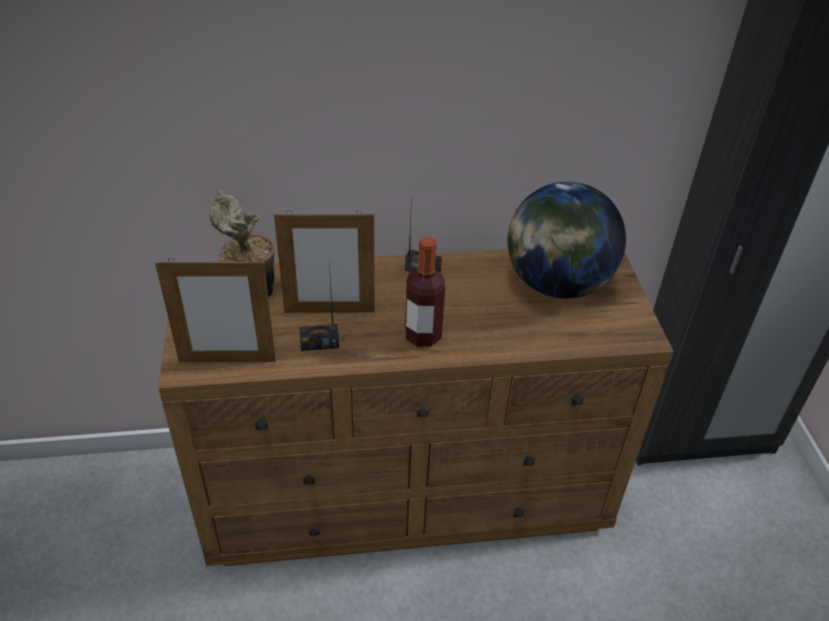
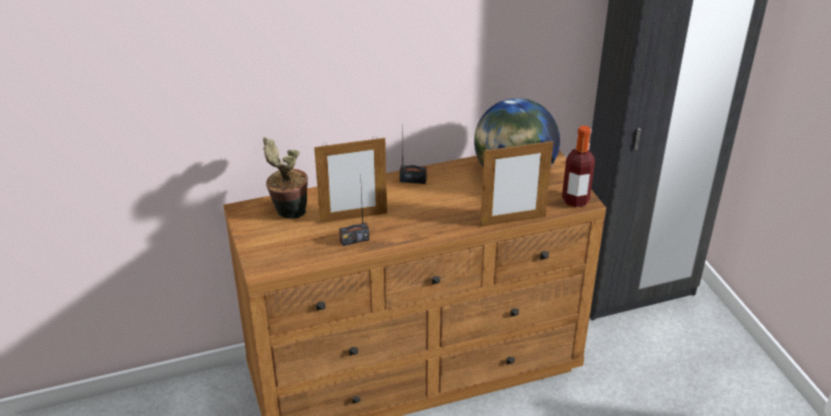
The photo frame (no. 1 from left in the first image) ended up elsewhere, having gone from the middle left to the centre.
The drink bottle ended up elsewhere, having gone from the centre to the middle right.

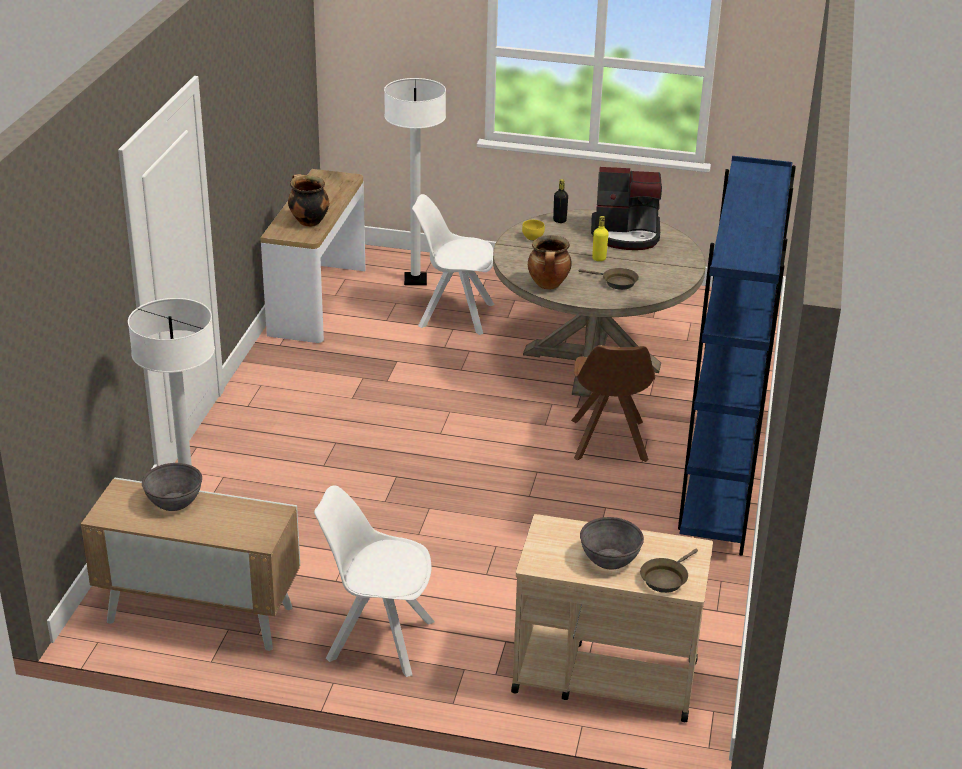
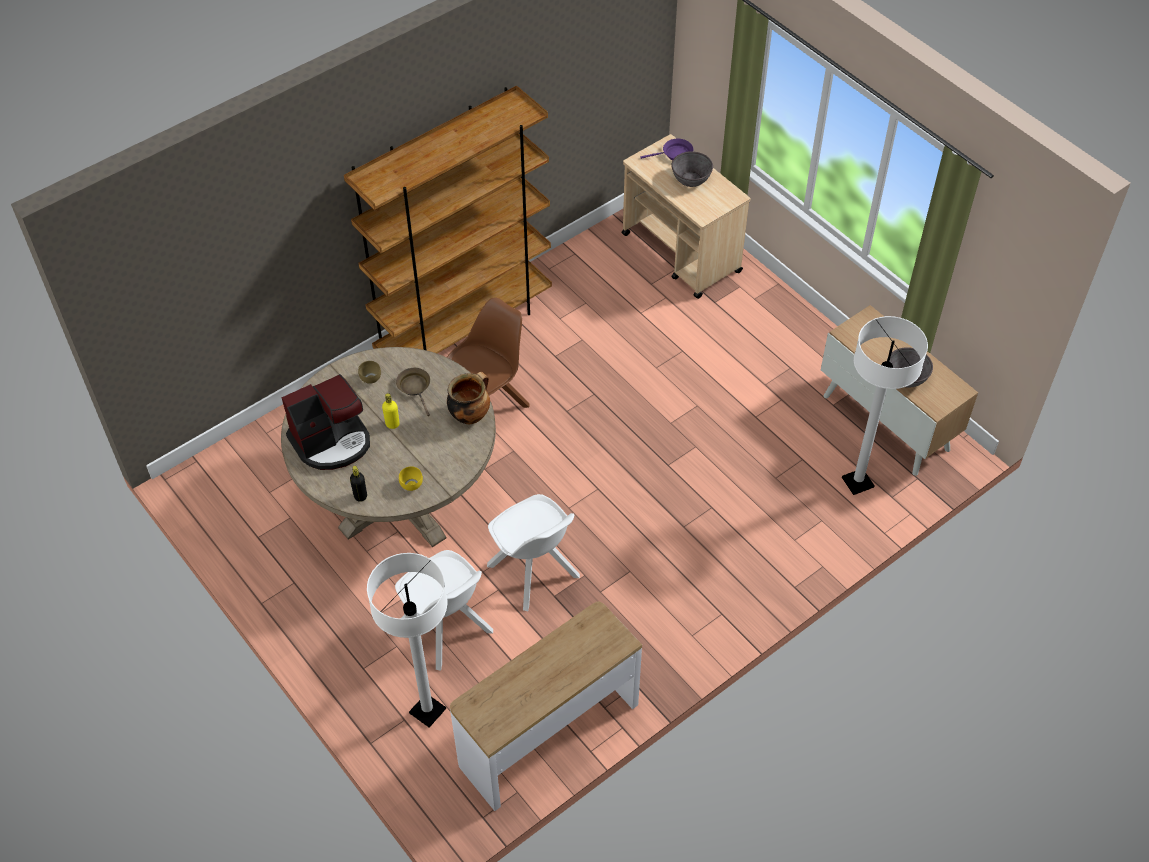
The second view lost the cooking pot (no. 1 from left) at the top left.
The second view gained the brownish deep dish at the middle left.
The whitish chair (no. 1 from left in the first image) ended up elsewhere, having gone from the bottom centre to the centre.
What was the brownish skillet (no. 2 from left) at the bottom right turned into the purple-coloured skillet at the top centre.
What was the bluish bookcase at the middle right turned into the brownish bookcase at the top centre.
The coffee maker at the top centre ended up facing another way, 105 degrees clockwise from before.

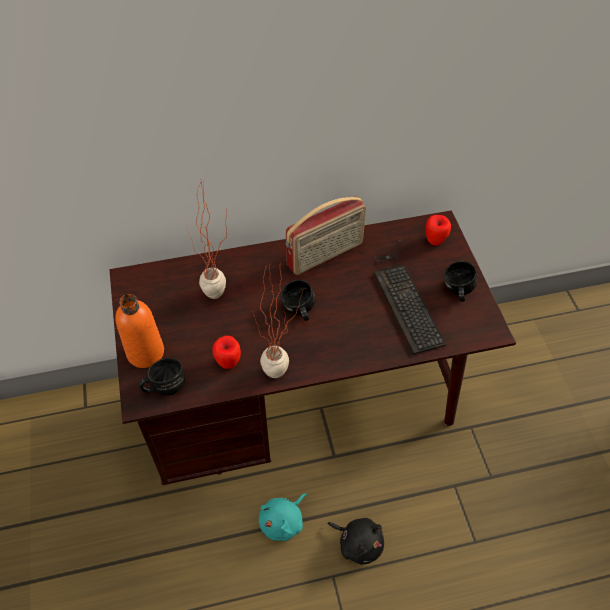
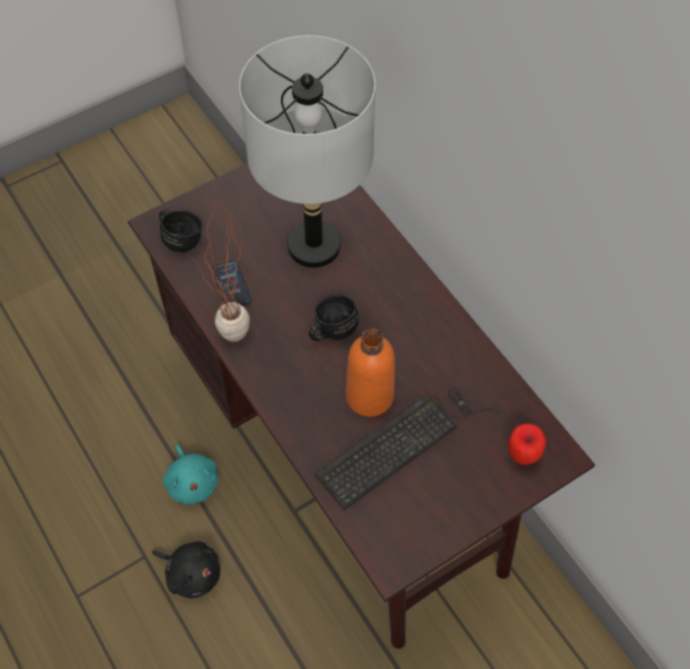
The second view lost the radio receiver at the centre.
The second view lost the blackish tea mug (no. 3 from left) at the middle right.
The orange-coloured drink bottle ended up elsewhere, having gone from the middle left to the centre.
Where the houseplant (no. 1 from left) stood at the centre, the greyish tabletop lamp came to stand at the top centre.
Where the whole apple (no. 1 from left) stood at the centre, the telephone came to stand at the centre.
The blue-green soft toy at the bottom centre ended up facing another way, 135 degrees counterclockwise from before.
The blackish soft toy at the bottom centre ended up facing another way, 75 degrees counterclockwise from before.

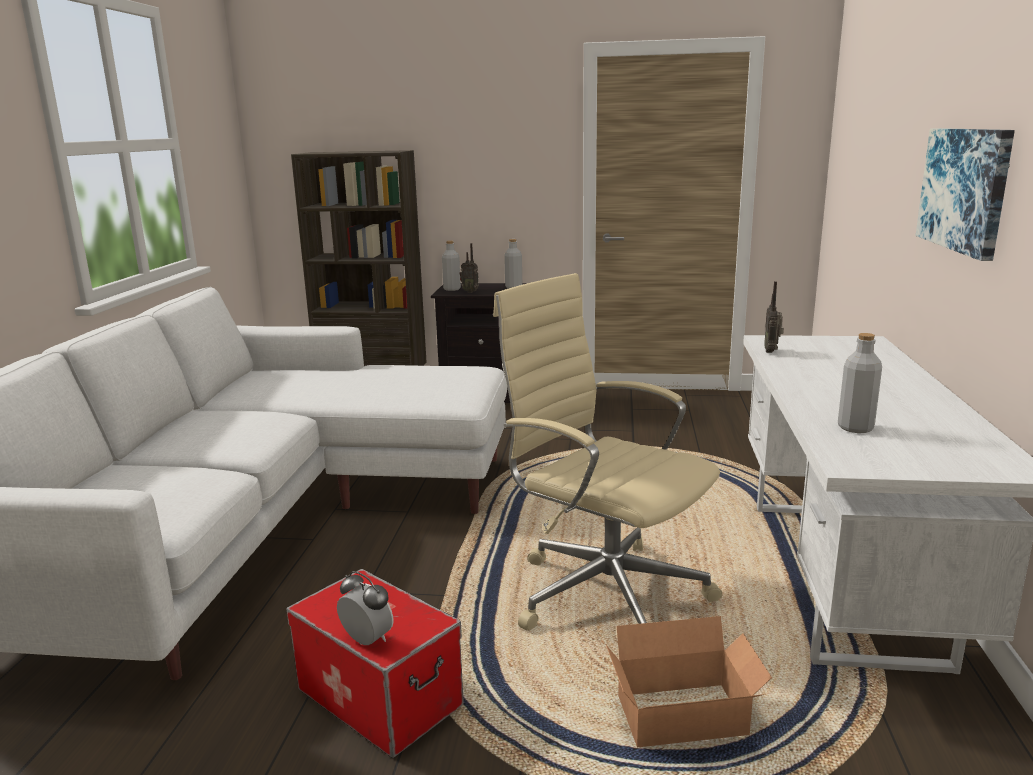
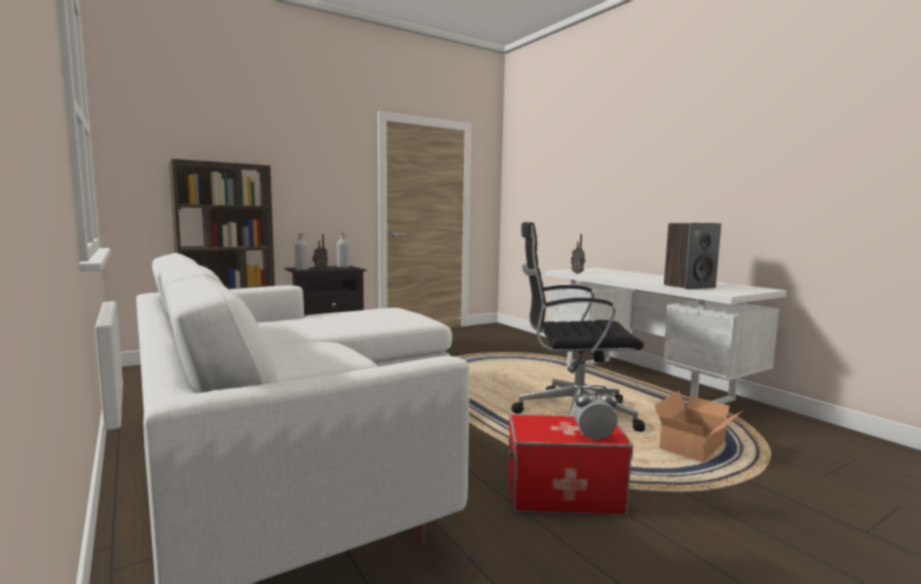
The second view lost the wall picture at the top right.
Where the greyish drink bottle (no. 3 from left) stood at the middle right, the audio speaker came to stand at the middle right.
What was the beige-coloured computer chair at the centre turned into the blackish computer chair at the centre.

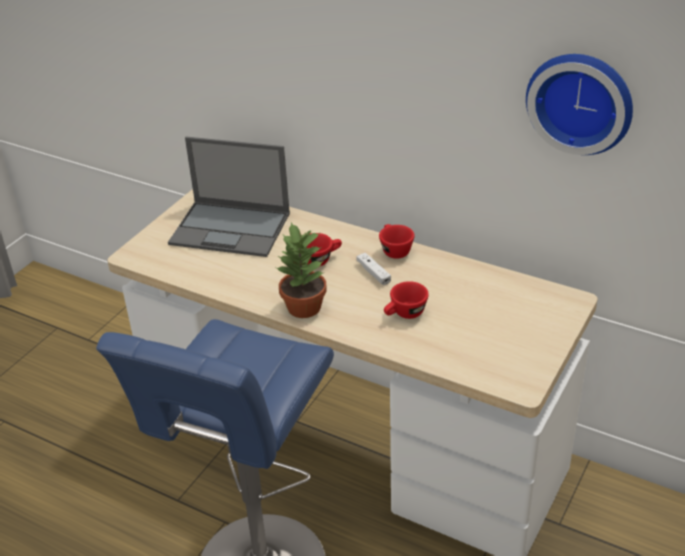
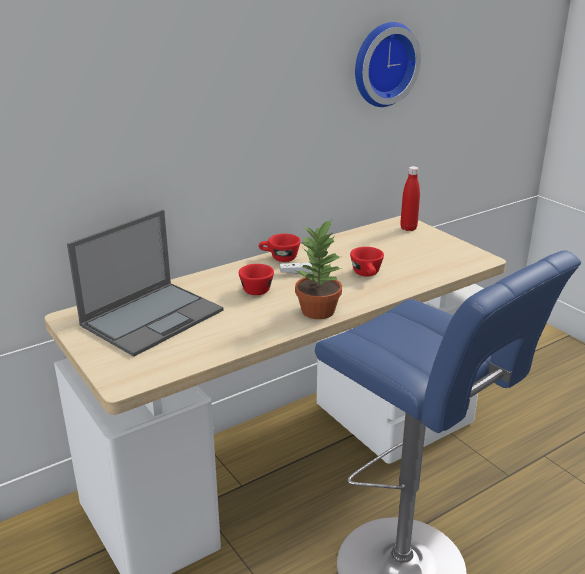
The second view gained the red drink bottle at the middle right.

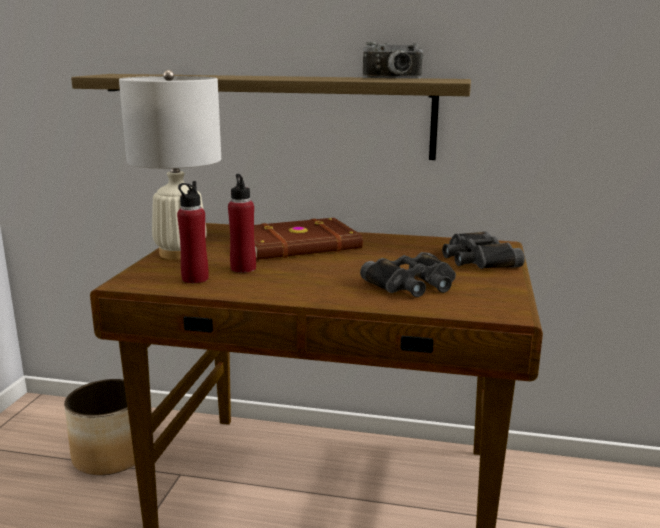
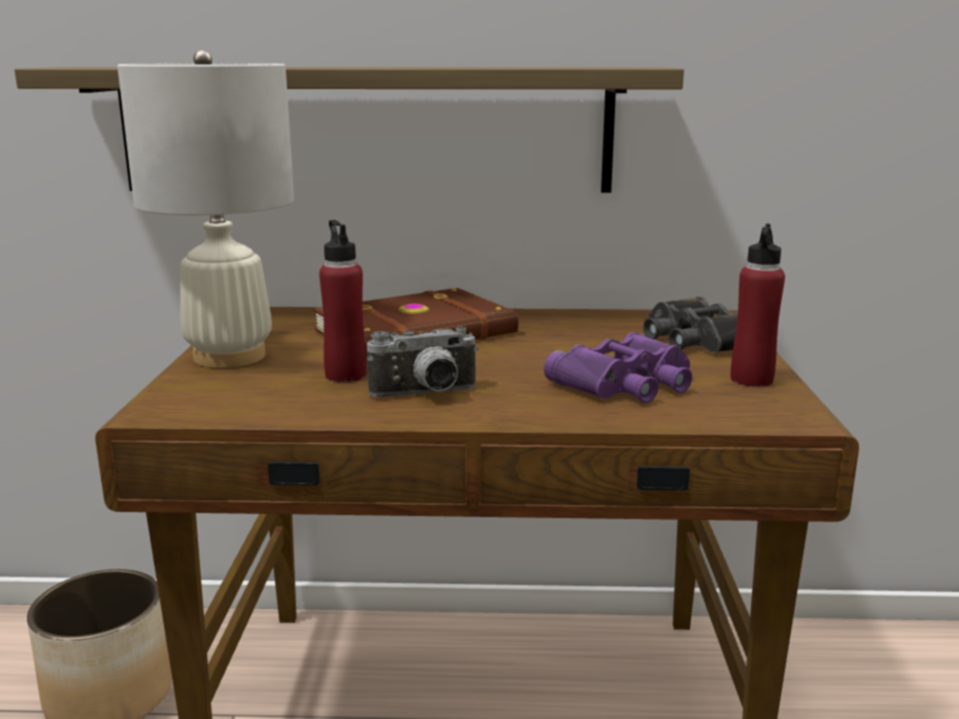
The red drink bottle (no. 1 from left in the first image) ended up elsewhere, having gone from the middle left to the middle right.
The photo camera ended up elsewhere, having gone from the top centre to the centre.
What was the blackish pair of binoculars (no. 1 from left) at the centre turned into the purple-coloured pair of binoculars at the centre.

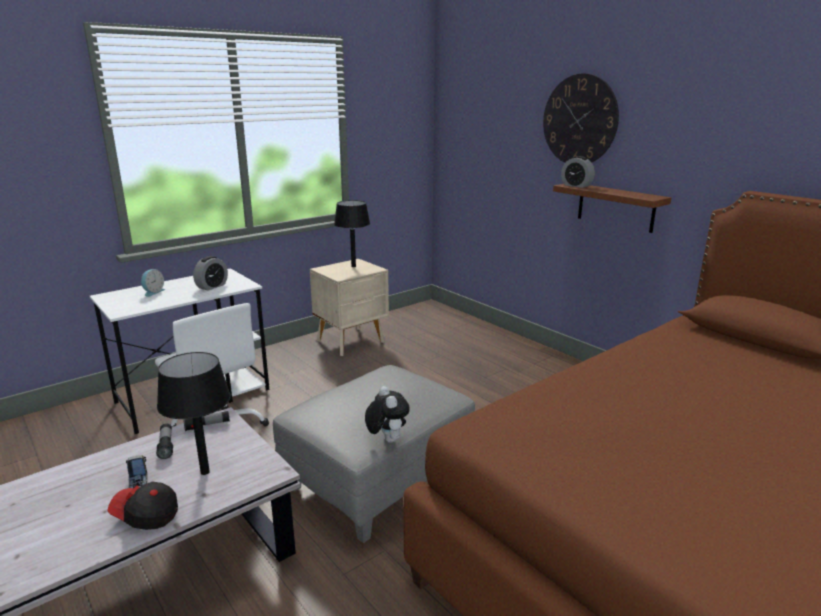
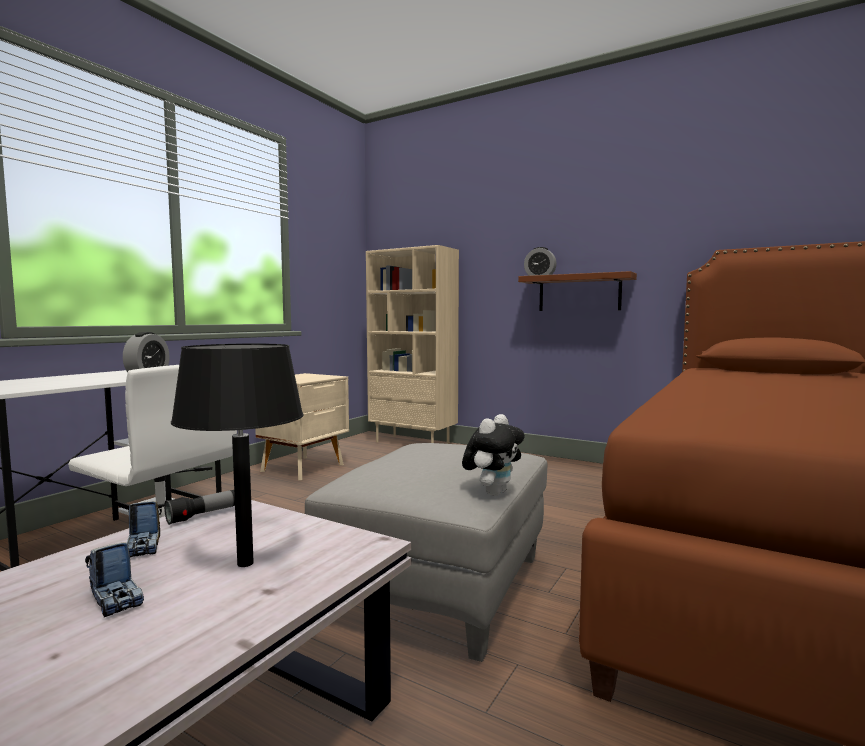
The second view lost the peaked cap at the bottom left.
The second view lost the alarm clock (no. 1 from left) at the middle left.
The second view lost the blackish tabletop lamp (no. 2 from left) at the centre.
The second view lost the clock on the wall at the top right.
The second view gained the beige-coloured bookcase at the centre.
Where the torch (no. 1 from left) stood at the bottom left, the toy truck (no. 2 from left) came to stand at the bottom left.
The soft toy at the bottom centre ended up facing another way, 75 degrees clockwise from before.

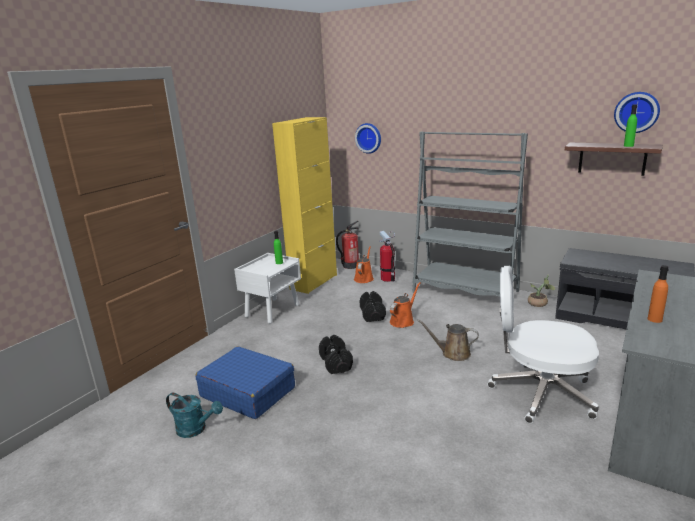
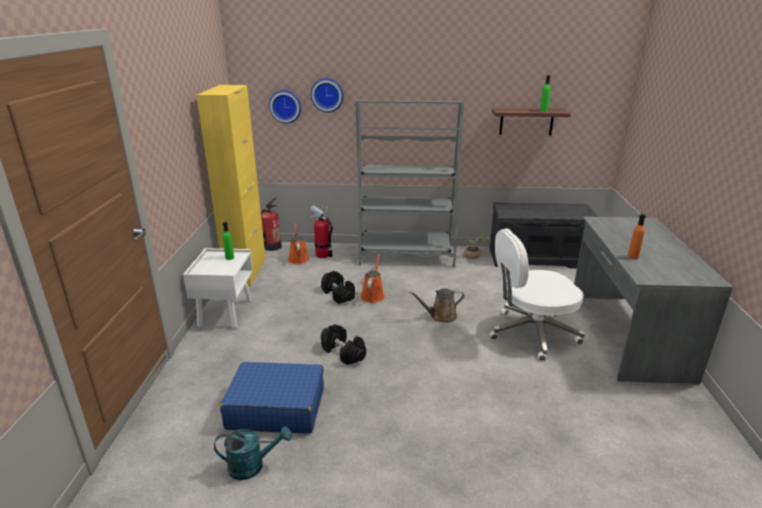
The clock on the wall (no. 2 from left) ended up elsewhere, having gone from the top right to the top centre.

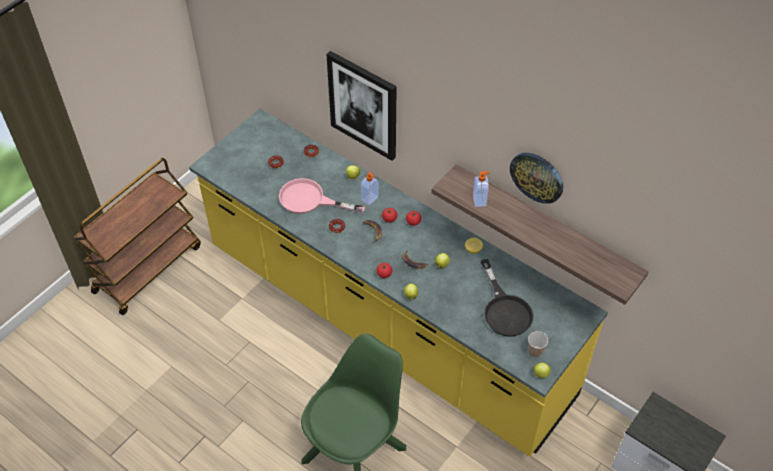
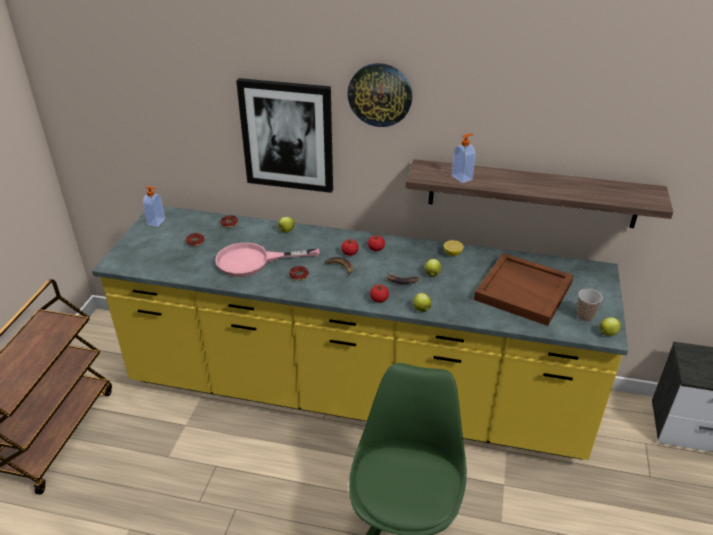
The soap bottle (no. 1 from left) ended up elsewhere, having gone from the centre to the middle left.
The clock on the wall ended up elsewhere, having gone from the middle right to the top centre.
Where the blackish skillet stood at the centre, the brownish serving tray came to stand at the middle right.

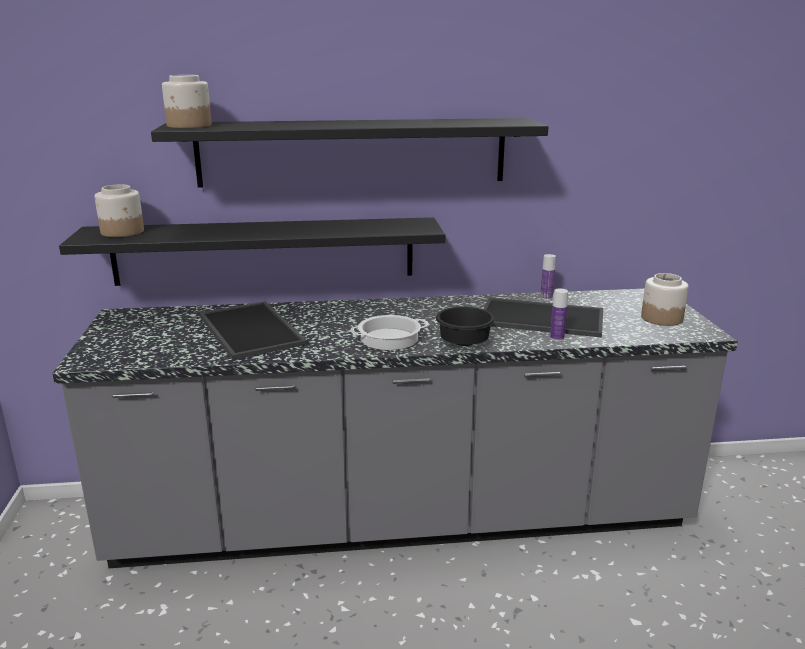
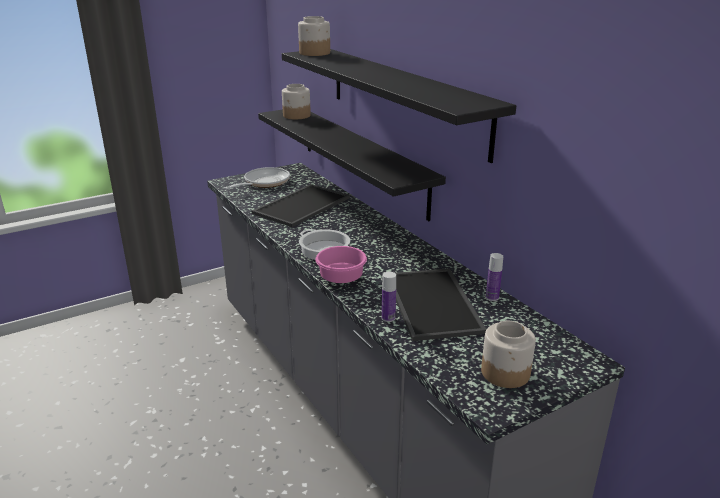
The second view gained the skillet at the centre.
What was the blackish deep dish at the centre turned into the pink deep dish at the centre.

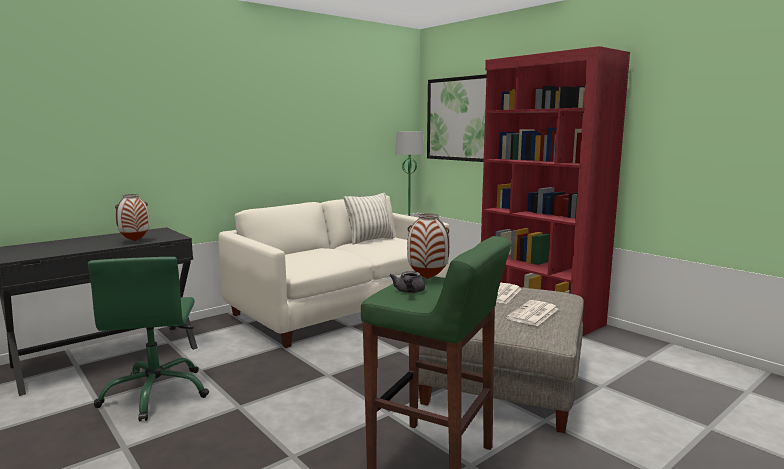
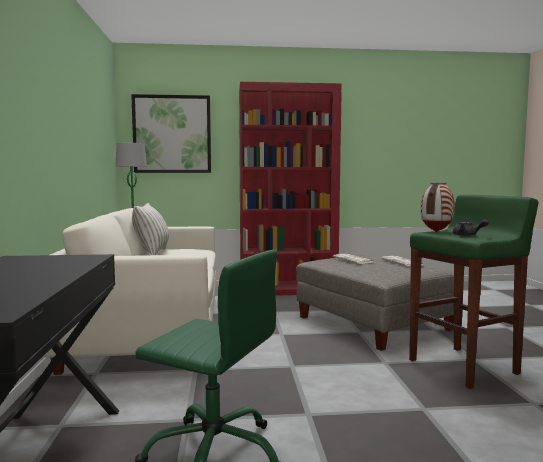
The second view lost the flower vase (no. 1 from left) at the middle left.

